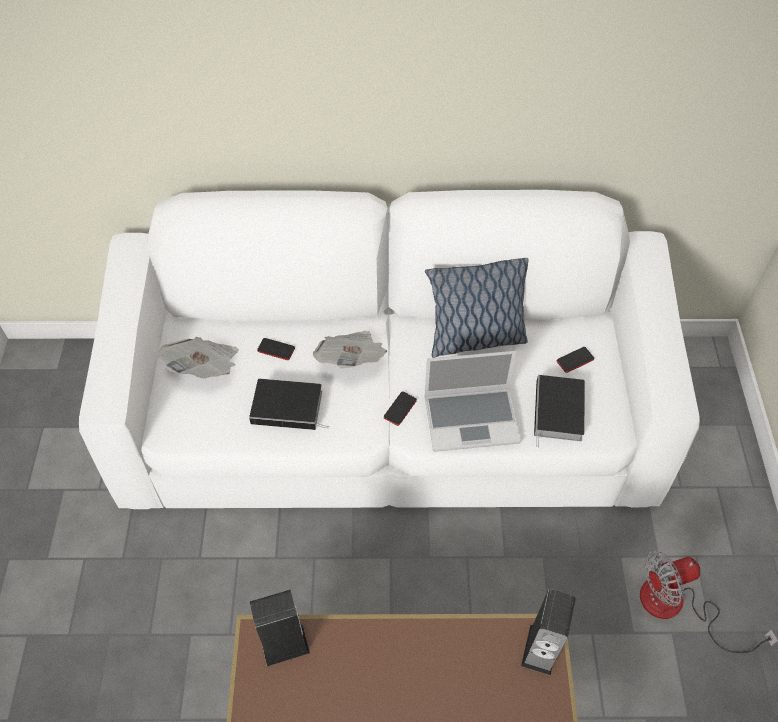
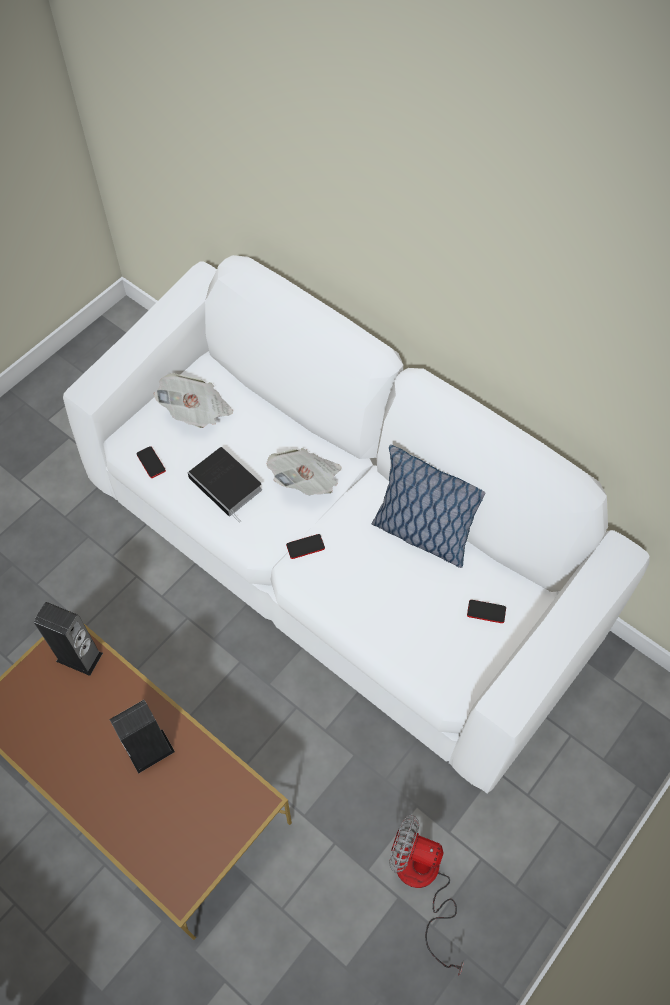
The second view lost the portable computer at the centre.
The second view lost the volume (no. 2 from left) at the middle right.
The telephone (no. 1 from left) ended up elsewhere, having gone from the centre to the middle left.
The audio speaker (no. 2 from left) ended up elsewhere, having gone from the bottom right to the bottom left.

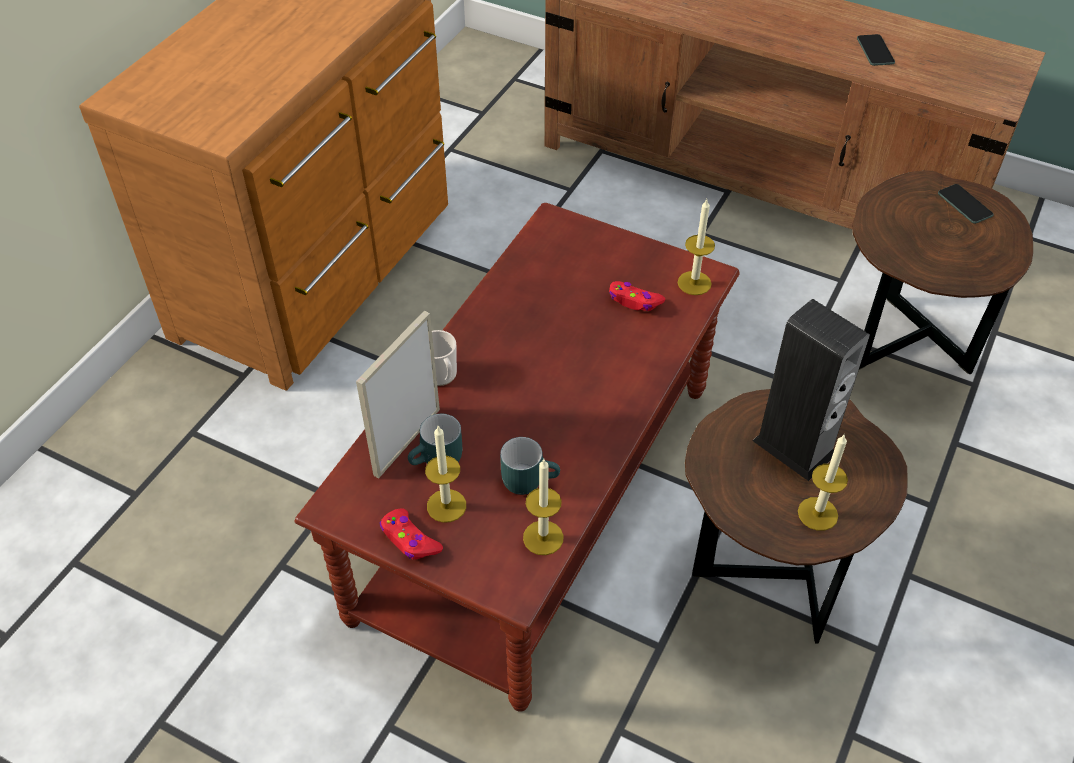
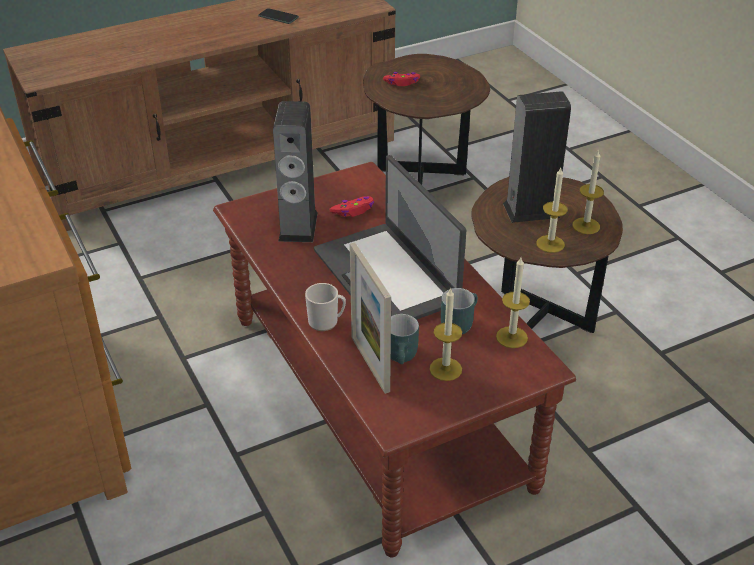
The second view lost the telephone (no. 2 from left) at the top right.
The second view gained the audio speaker (no. 1 from left) at the top centre.
The second view gained the portable computer at the centre.
The red game controller (no. 1 from left in the first image) ended up elsewhere, having gone from the bottom centre to the top centre.
The candle (no. 3 from left) ended up elsewhere, having gone from the top centre to the middle right.

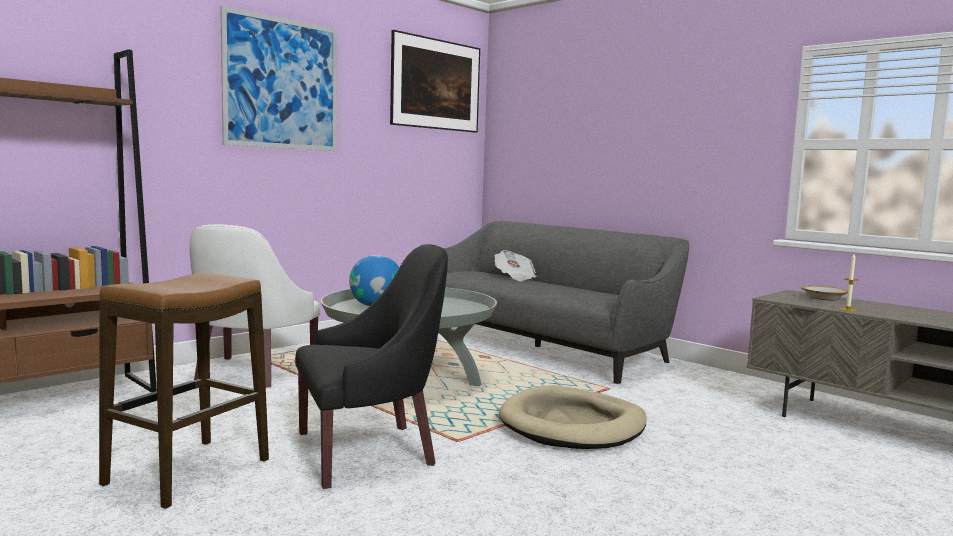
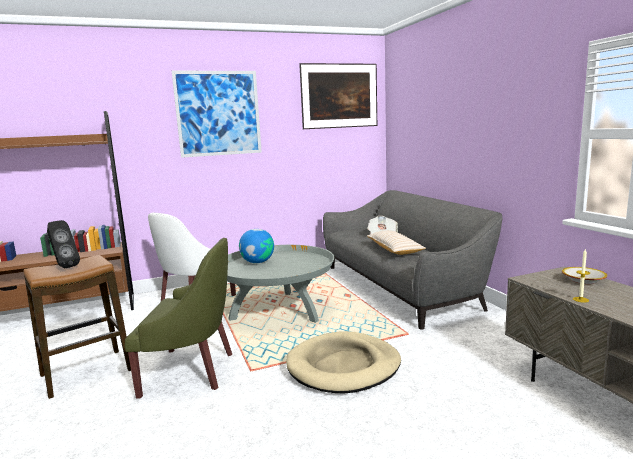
The second view gained the blackish audio speaker at the middle left.
The second view gained the beige-coloured throw pillow at the centre.
What was the blackish armchair at the bottom centre turned into the green-coloured armchair at the bottom left.

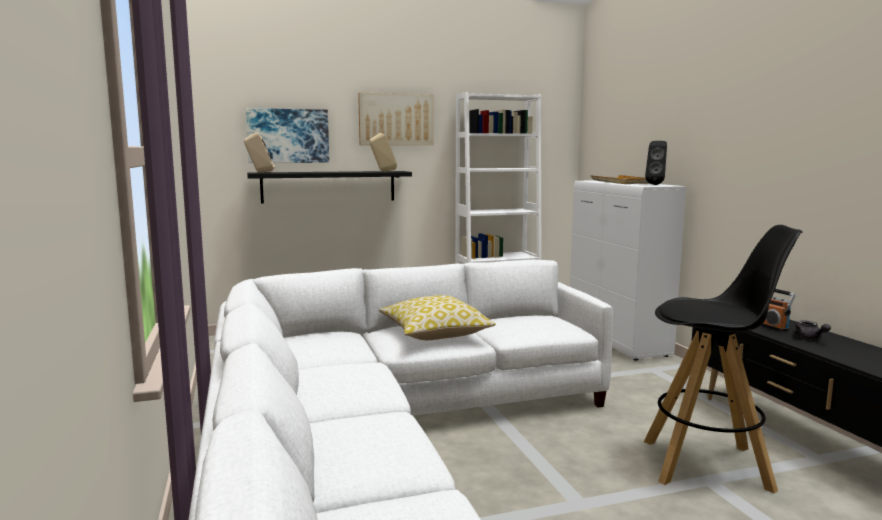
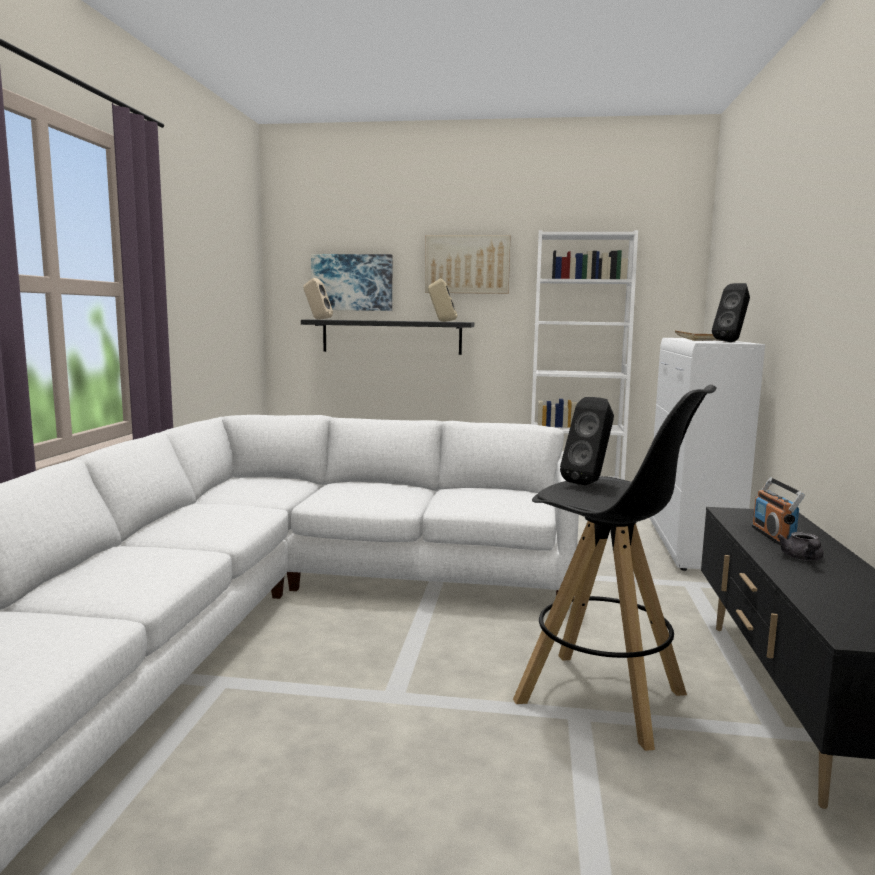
The second view lost the throw pillow at the centre.
The second view gained the blackish audio speaker (no. 1 from left) at the middle right.

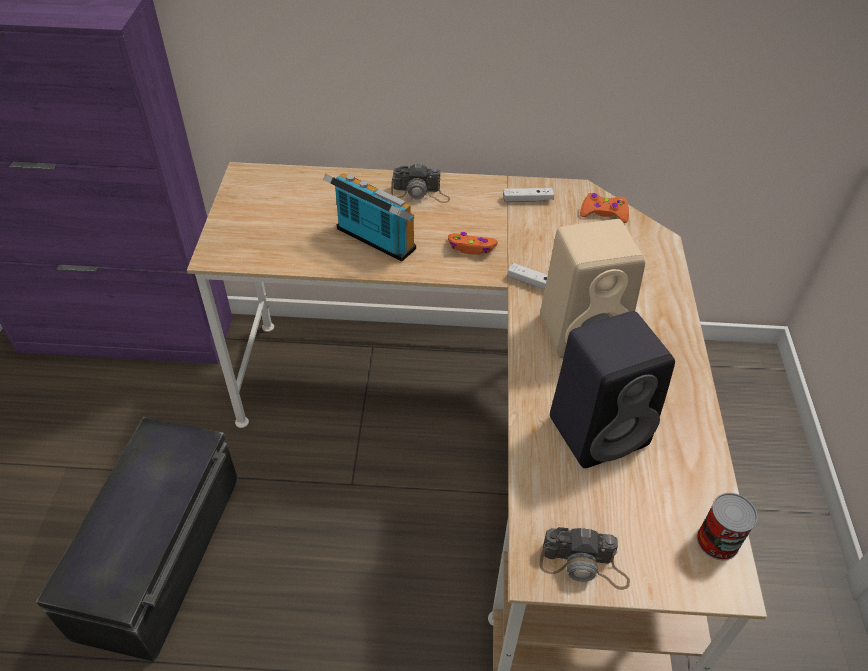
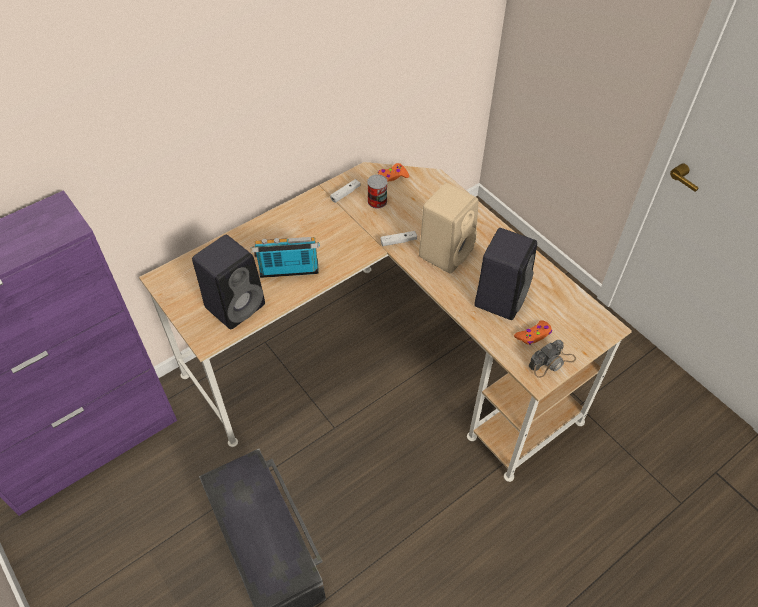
The second view lost the photo camera (no. 1 from left) at the top centre.
The second view gained the blackish audio speaker (no. 1 from left) at the middle left.
The orange-coloured game controller (no. 1 from left in the first image) ended up elsewhere, having gone from the centre to the middle right.
The sealed can ended up elsewhere, having gone from the bottom right to the top centre.

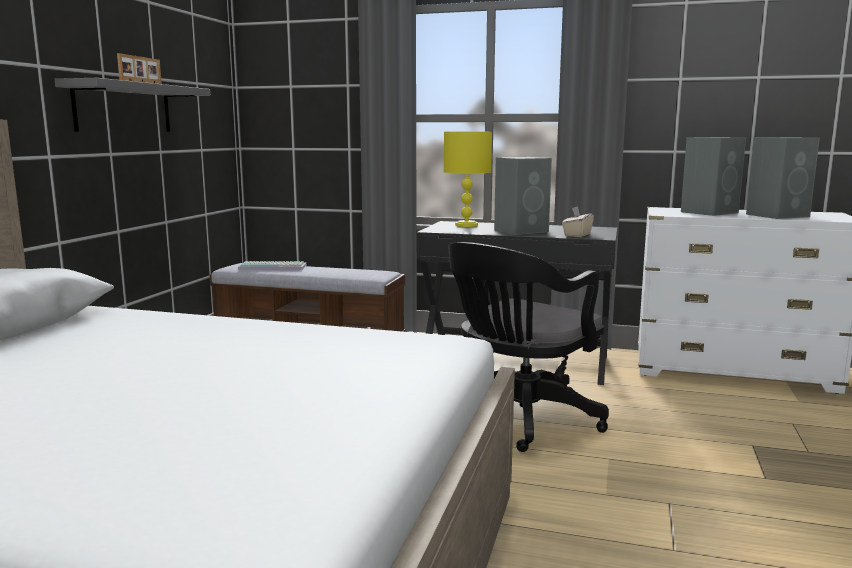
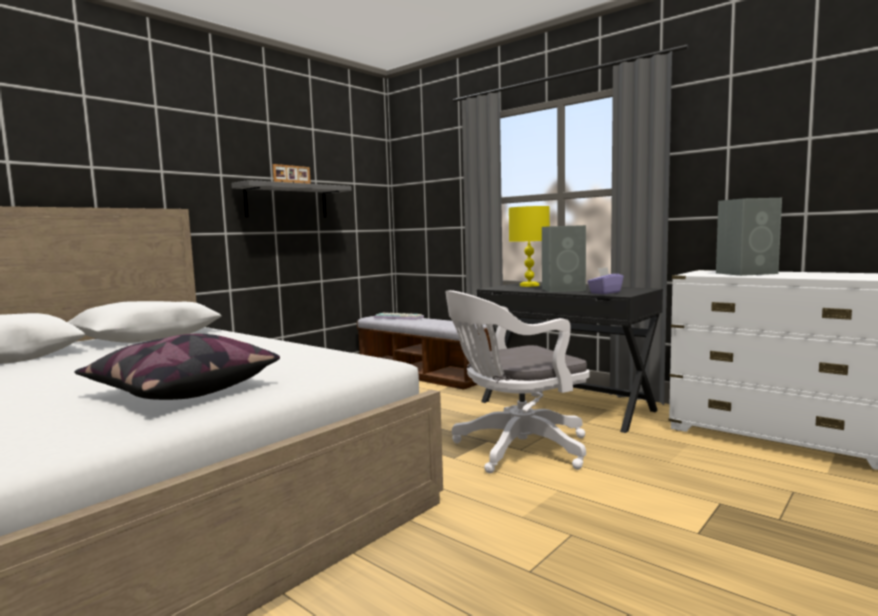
The second view lost the greyish audio speaker (no. 3 from left) at the top right.
The second view gained the throw pillow at the middle left.
What was the blackish computer chair at the centre turned into the whitish computer chair at the centre.
What was the beige-coloured tissue holder at the middle right turned into the purple-coloured tissue holder at the middle right.

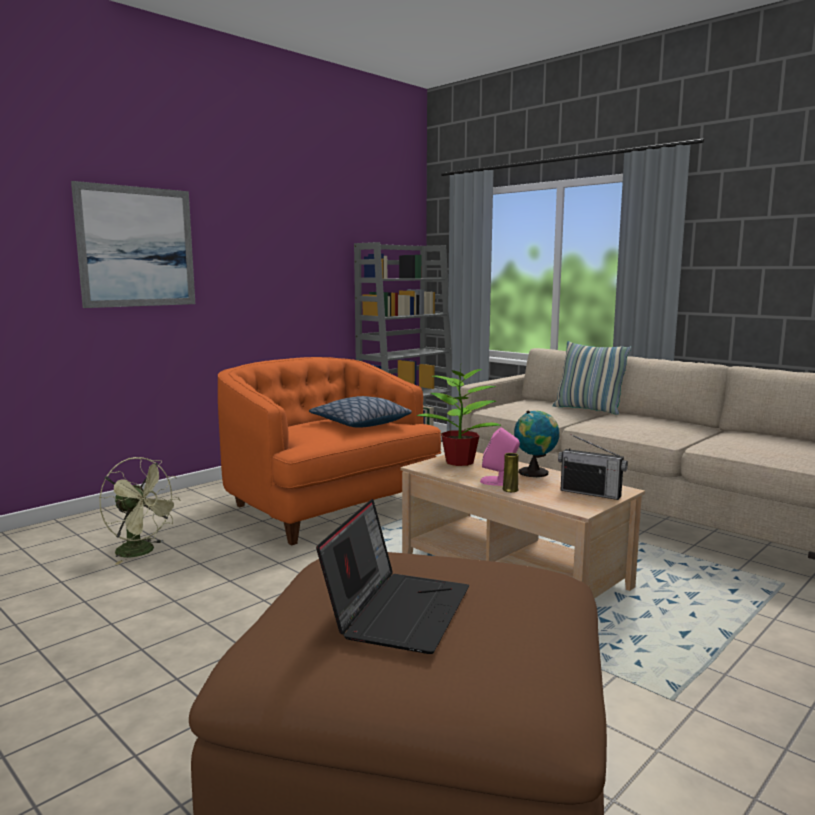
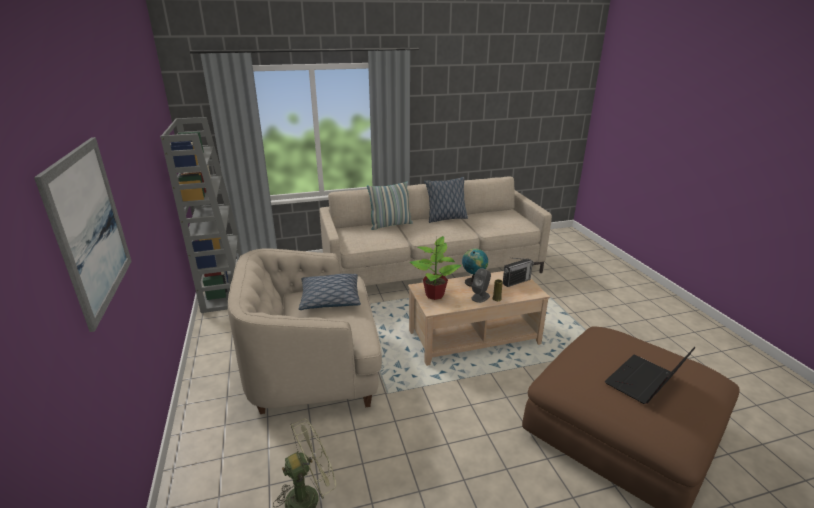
The second view gained the throw pillow (no. 3 from left) at the centre.
What was the orange-coloured armchair at the centre turned into the beige-coloured armchair at the centre.
What was the pink audio speaker at the centre turned into the greyish audio speaker at the centre.
The portable computer at the bottom centre ended up facing another way, 90 degrees counterclockwise from before.

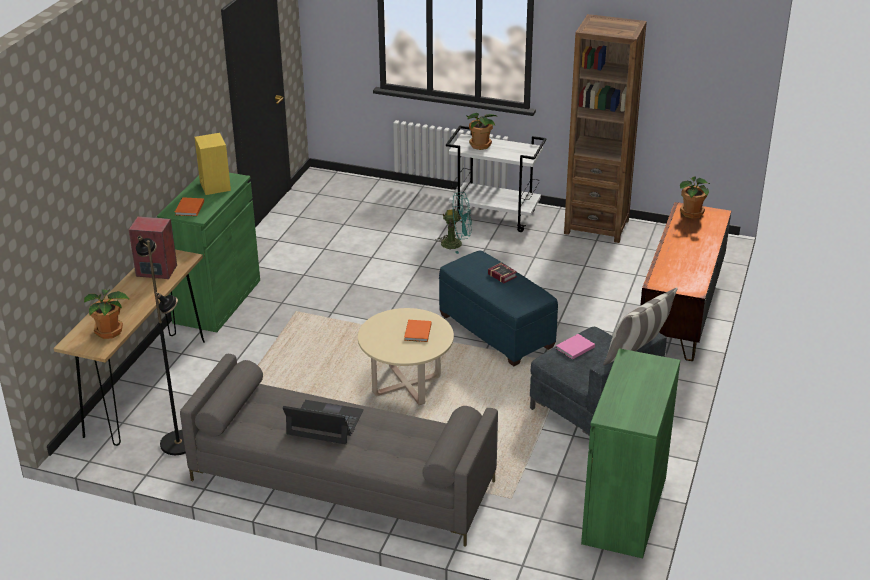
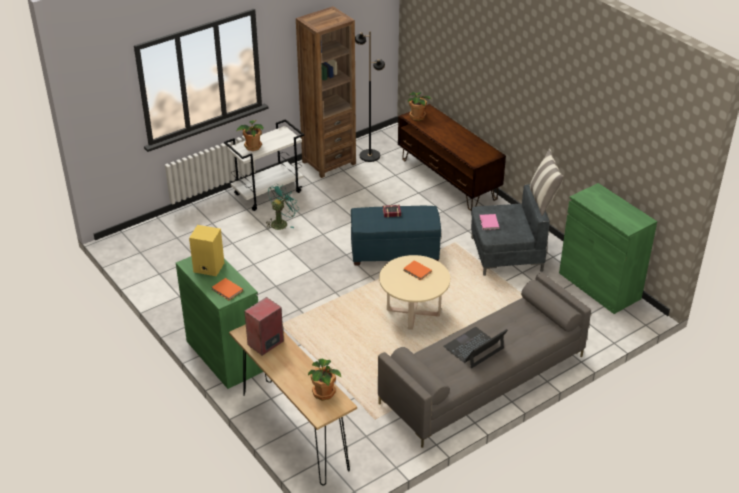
The blackish floor lamp ended up elsewhere, having gone from the middle left to the top centre.

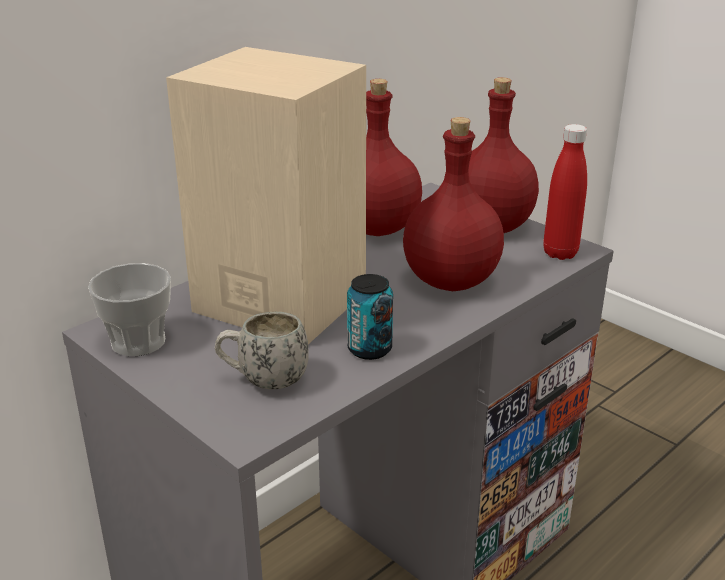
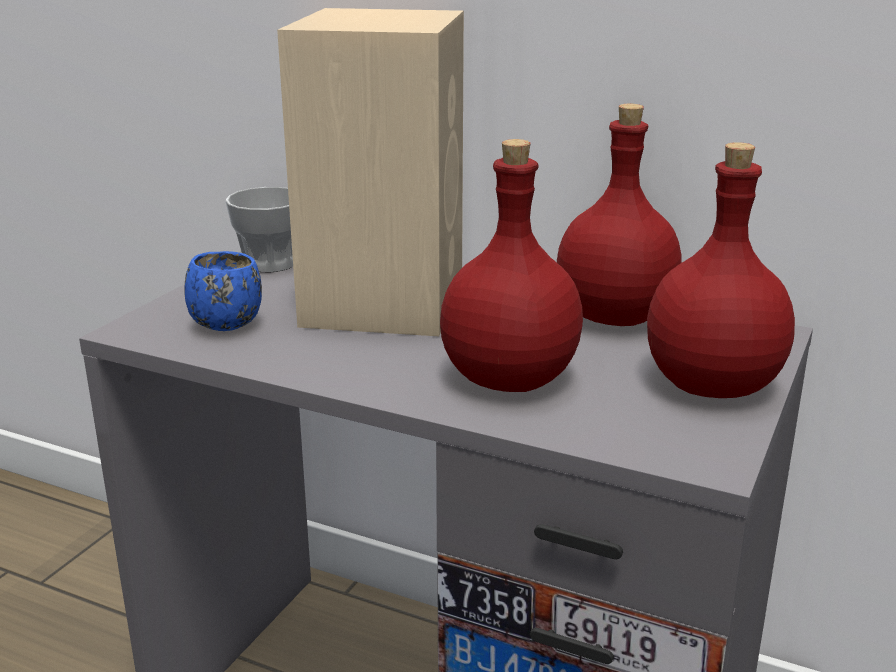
The second view lost the sealed can at the centre.
The second view lost the red drink bottle (no. 4 from left) at the top right.
What was the whitish tea mug at the centre turned into the bluish tea mug at the middle left.

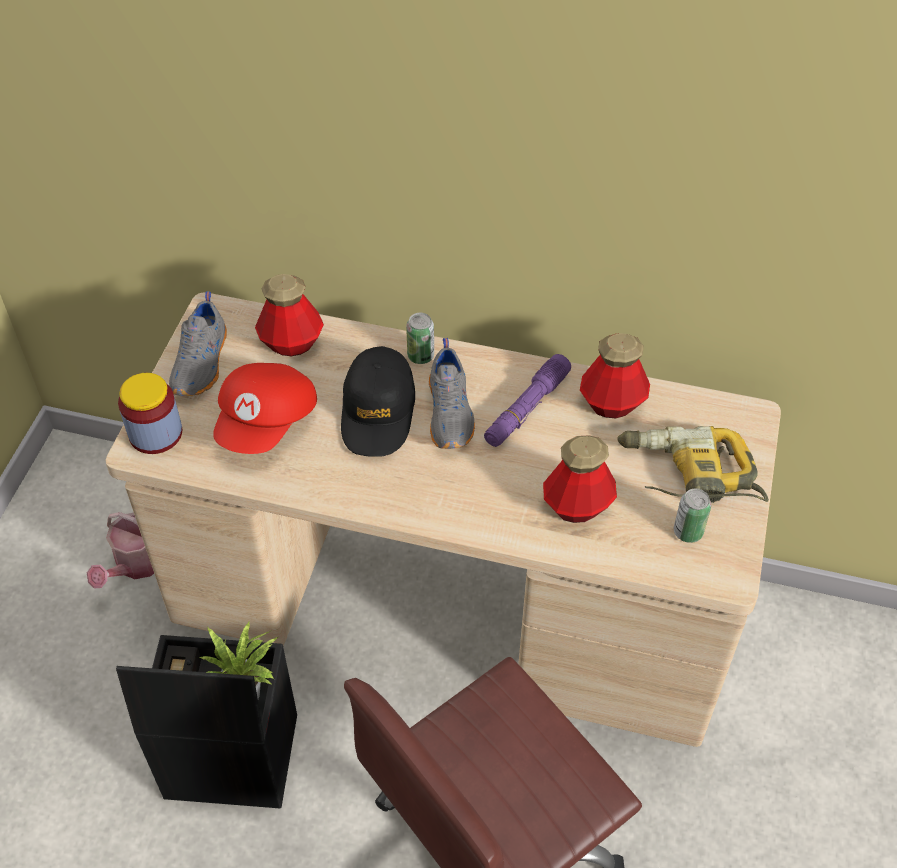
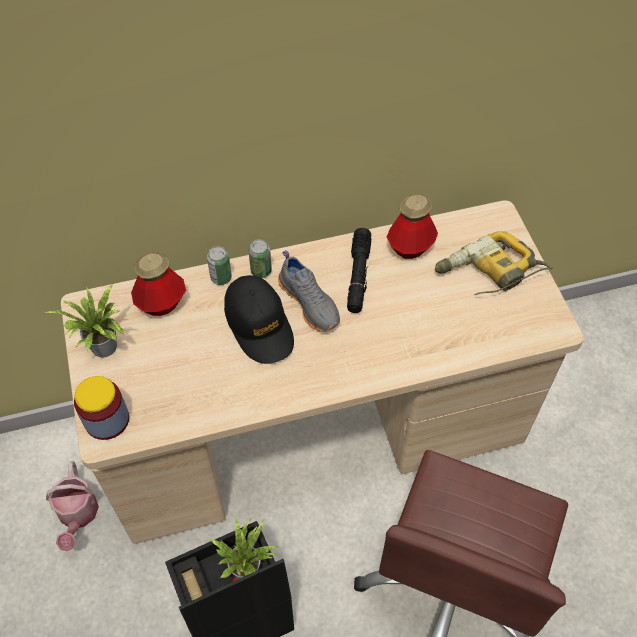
The second view lost the red peaked cap at the middle left.
The second view lost the drink bottle (no. 2 from left) at the centre.
The sealed can (no. 2 from left in the first image) ended up elsewhere, having gone from the middle right to the centre.
Where the greyish item of footwear (no. 1 from left) stood at the middle left, the houseplant (no. 1 from left) came to stand at the middle left.
What was the purple-coloured torch at the centre turned into the blackish torch at the centre.

